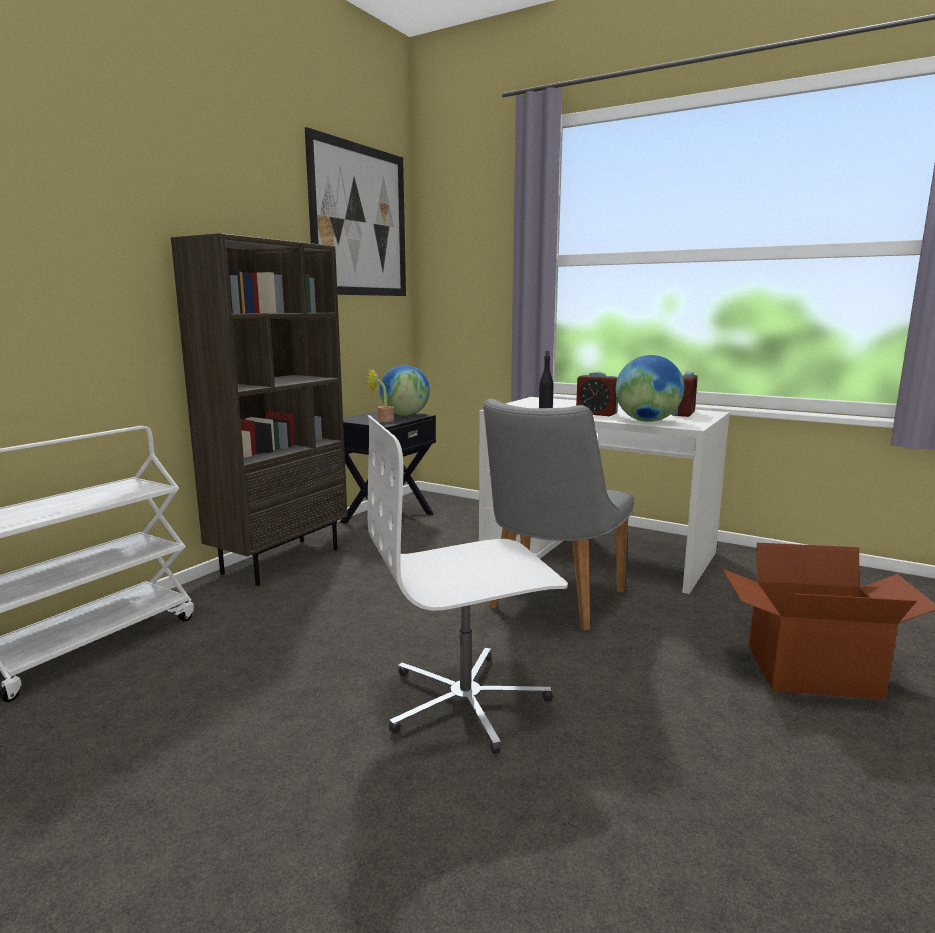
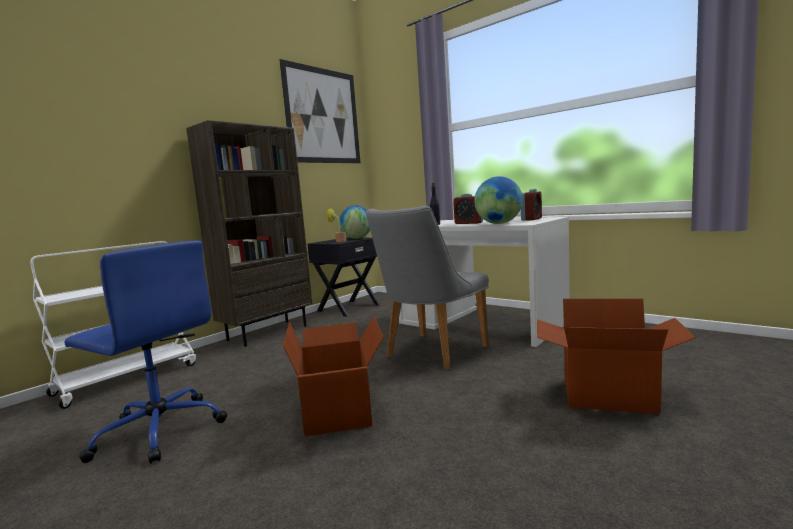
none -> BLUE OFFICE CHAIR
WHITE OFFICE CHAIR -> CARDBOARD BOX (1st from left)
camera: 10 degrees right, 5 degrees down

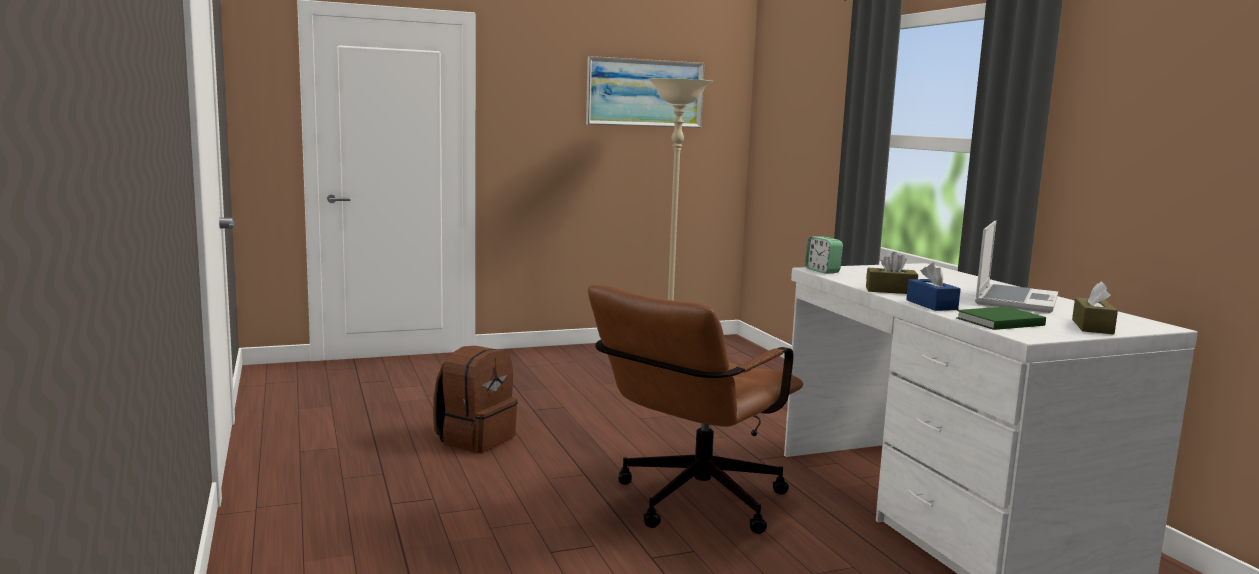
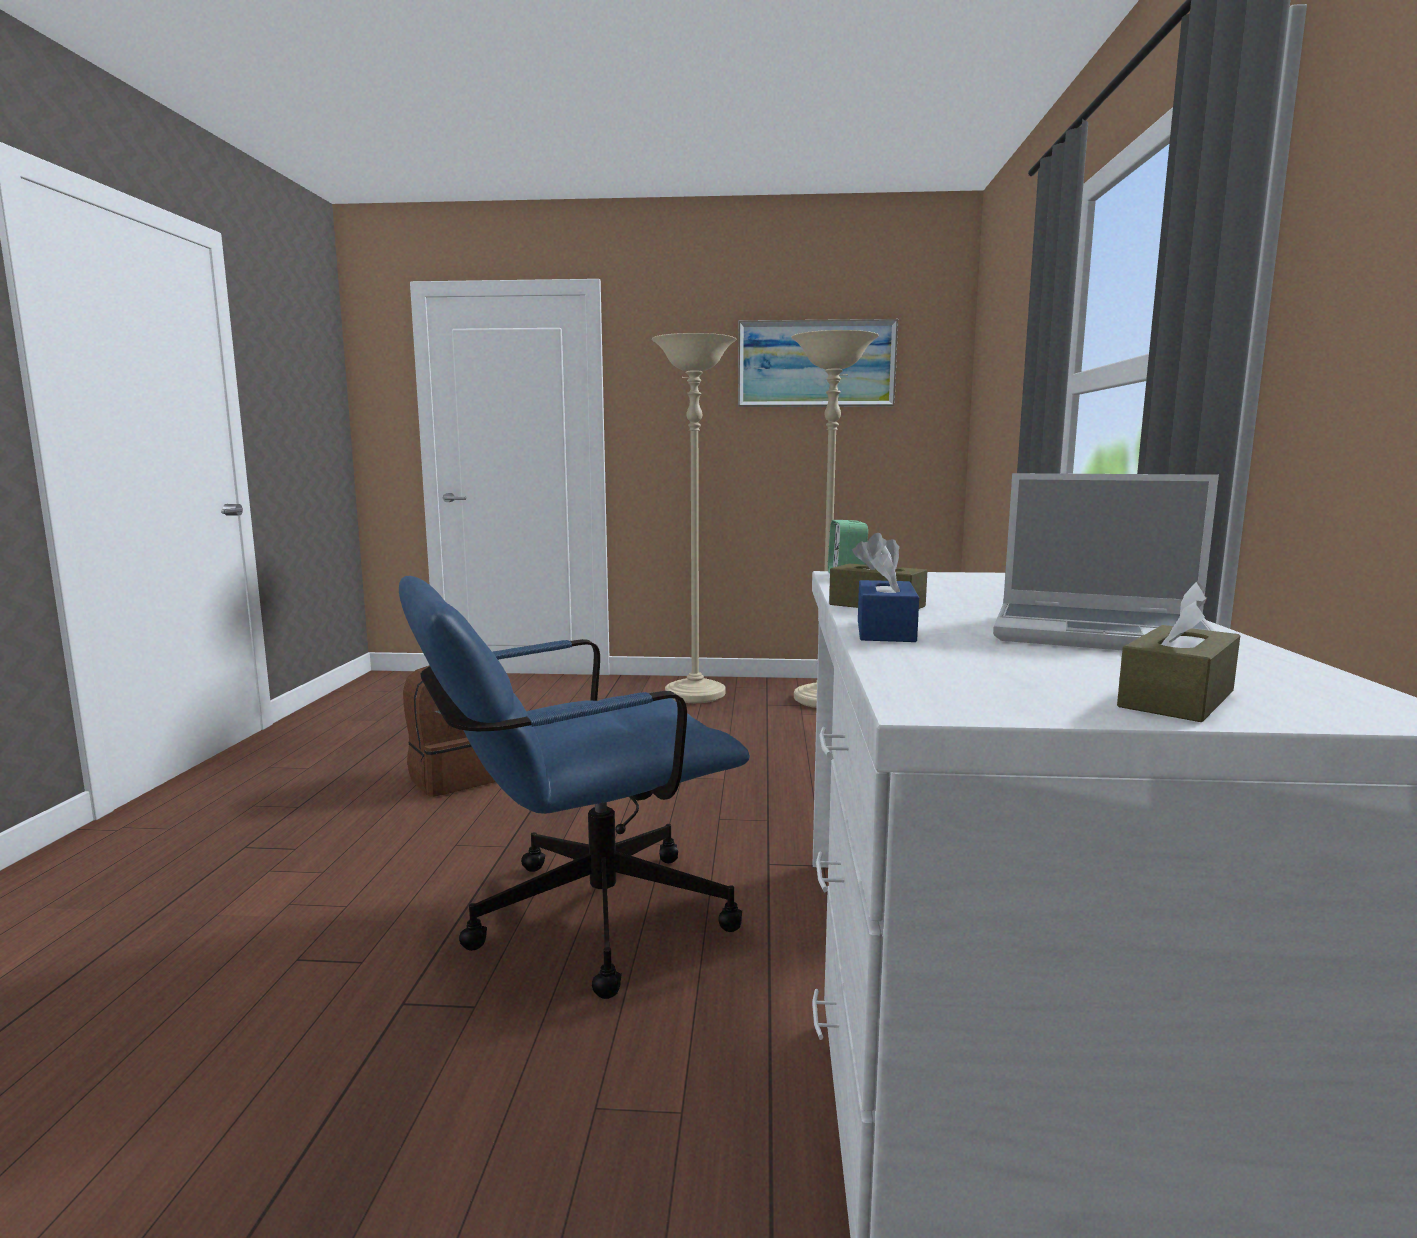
GREEN BOOK -> none
none -> BEIGE FLOOR LAMP (1st from left)
BROWN OFFICE CHAIR -> BLUE OFFICE CHAIR
LAPTOP, 60 degrees clockwise
camera: 25 degrees right, 0 degrees up

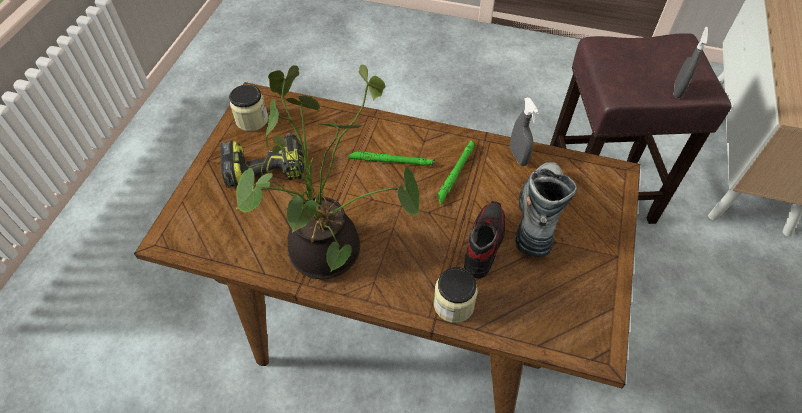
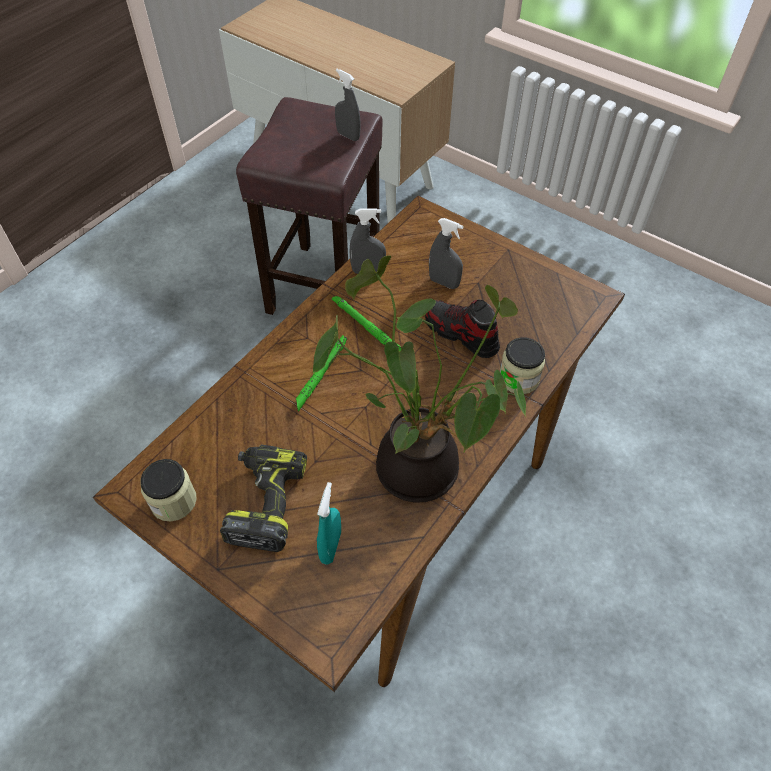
none -> TURQUOISE SPRAY BOTTLE
BOOT -> GREY SPRAY BOTTLE (3rd from left)
camera: 70 degrees left, 0 degrees up

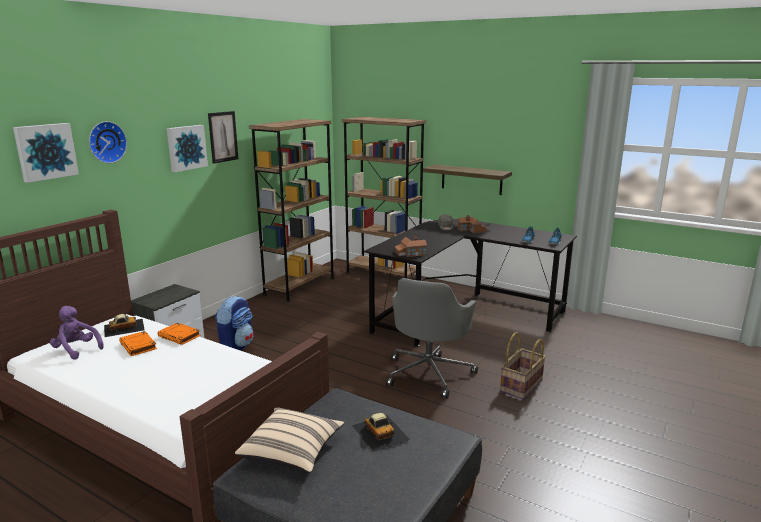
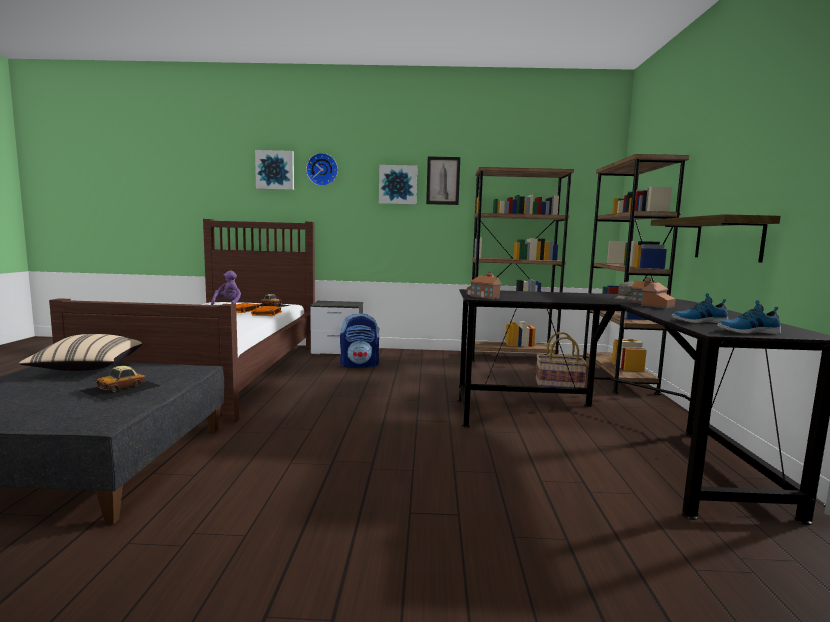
GREY OFFICE CHAIR -> none
BASKET, moved
camera: 60 degrees right, 10 degrees down

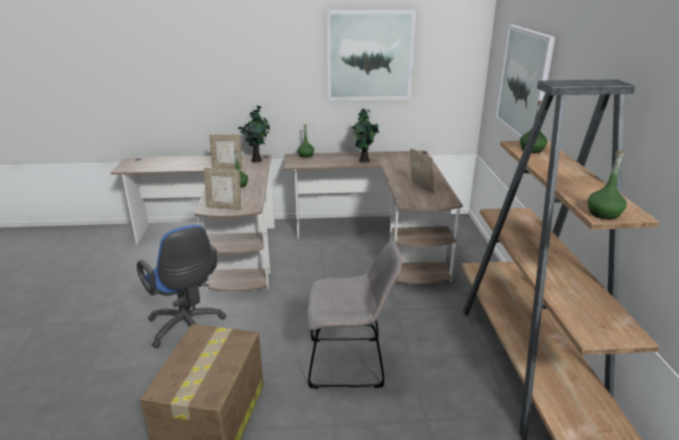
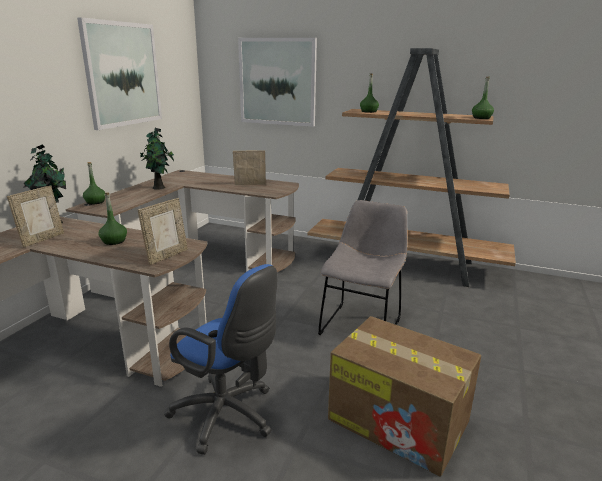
BLUE OFFICE CHAIR, 45 degrees clockwise
camera: 65 degrees left, 5 degrees down

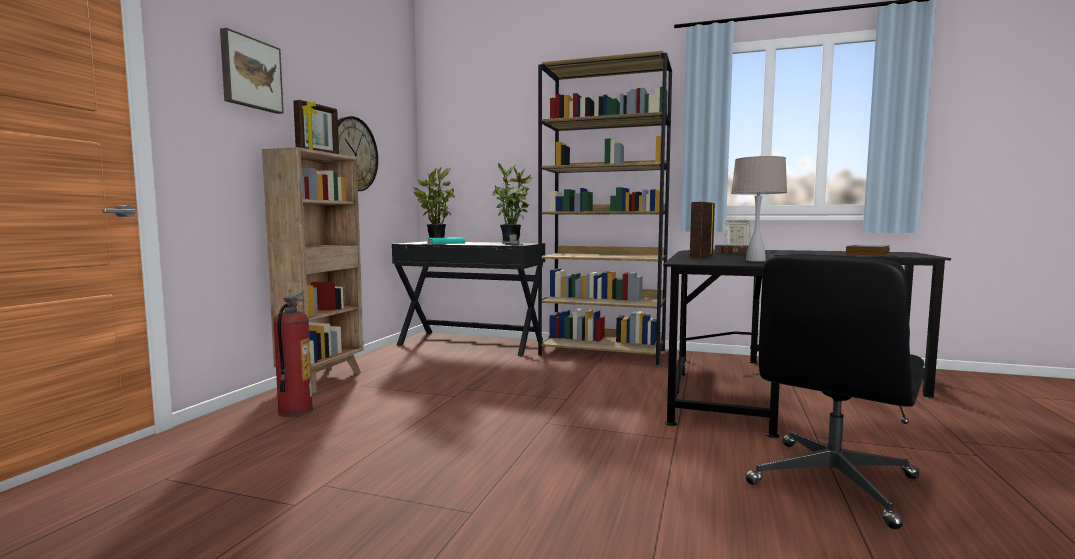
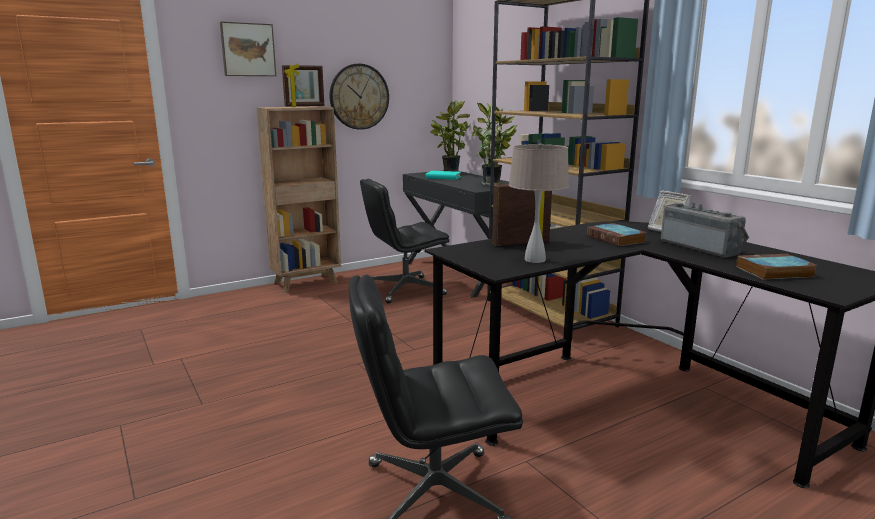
FIRE EXTINGUISHER -> none
none -> BLACK OFFICE CHAIR (1st from left)
none -> RADIO
camera: 40 degrees right, 10 degrees up

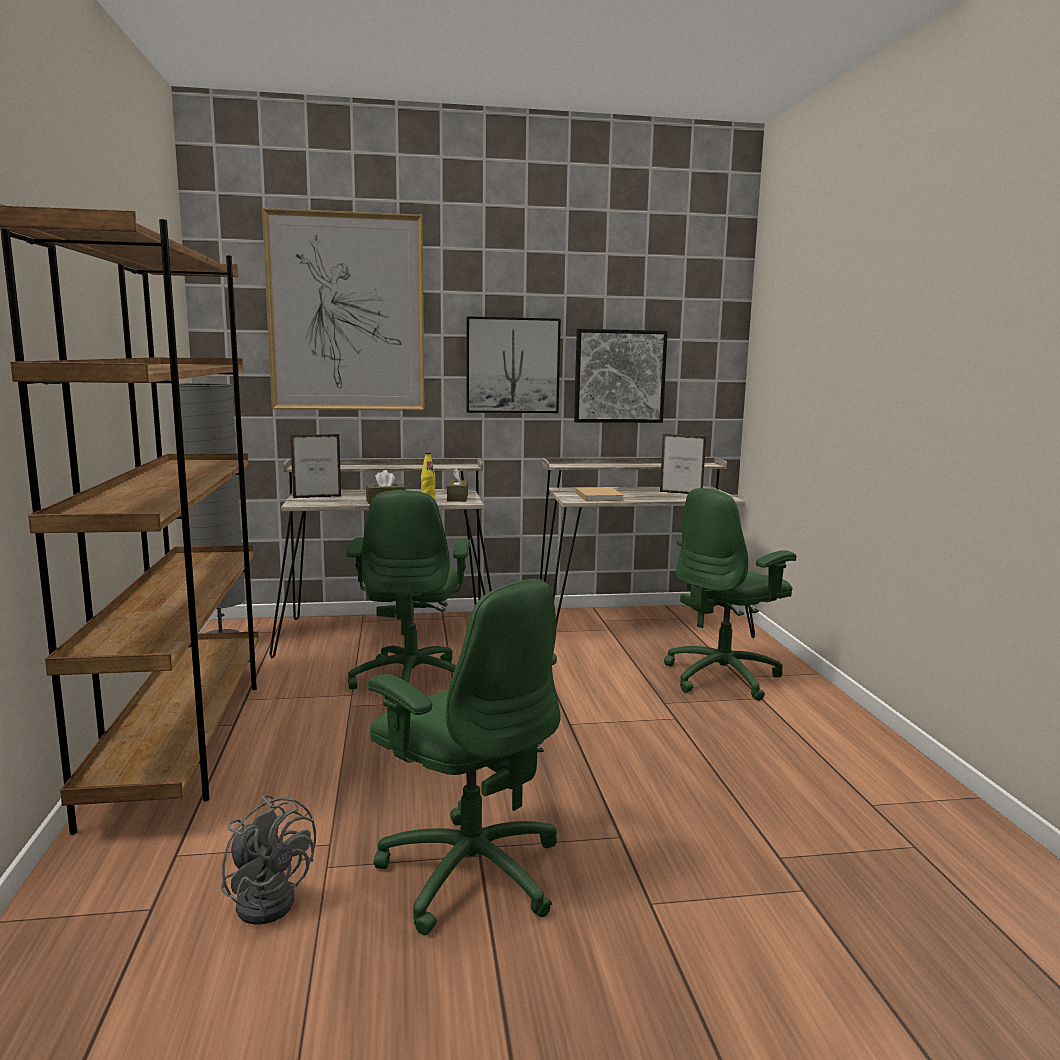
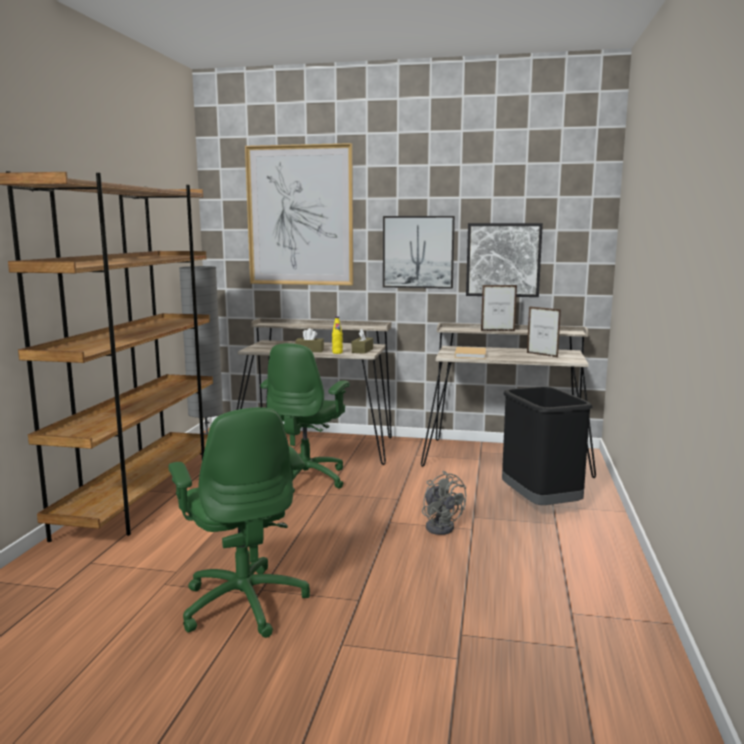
GREY FAN, moved
PICTURE FRAME (1st from left), moved
GREEN OFFICE CHAIR (3rd from left) -> BLACK TRASH CAN
camera: 20 degrees right, 0 degrees up

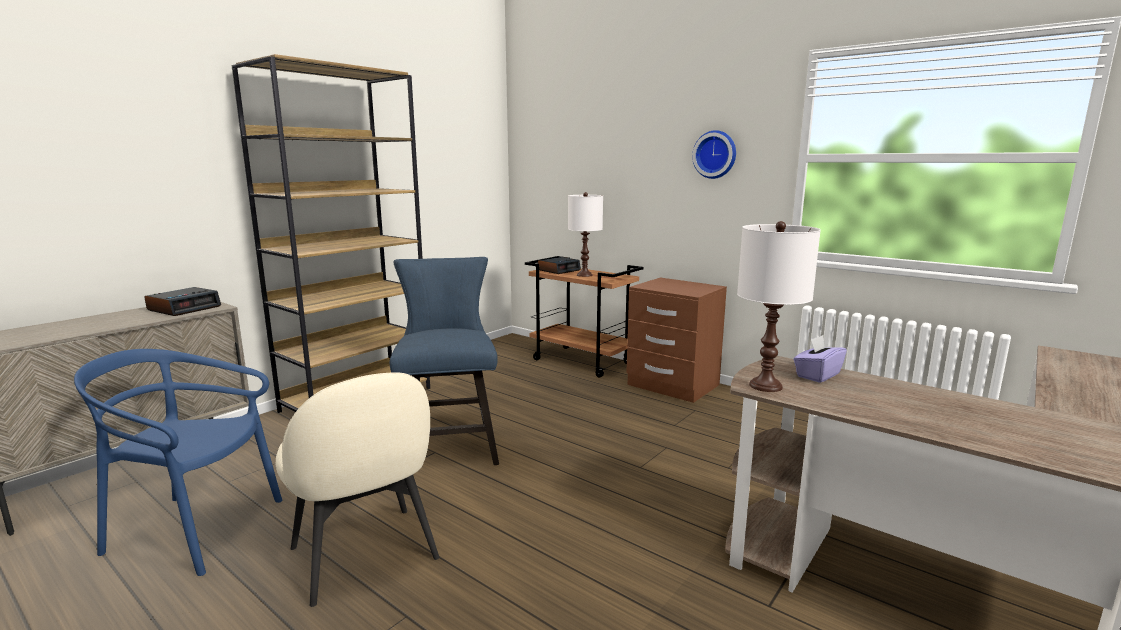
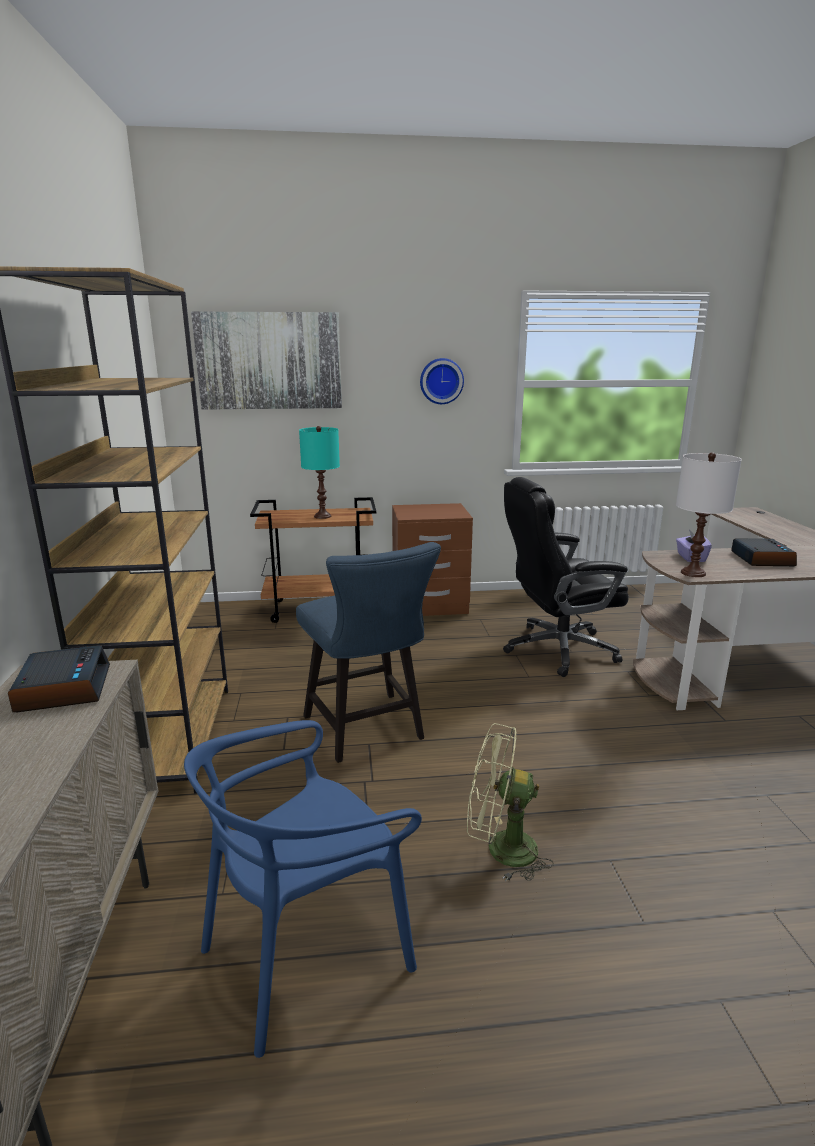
none -> PICTURE
none -> BLACK OFFICE CHAIR
ALARM CLOCK (2nd from left), moved
BEIGE CHAIR -> GREEN FAN
WHITE TABLE LAMP (1st from left) -> TURQUOISE TABLE LAMP
BLUE CHAIR (2nd from left), 150 degrees counterclockwise
camera: 45 degrees left, 5 degrees up

